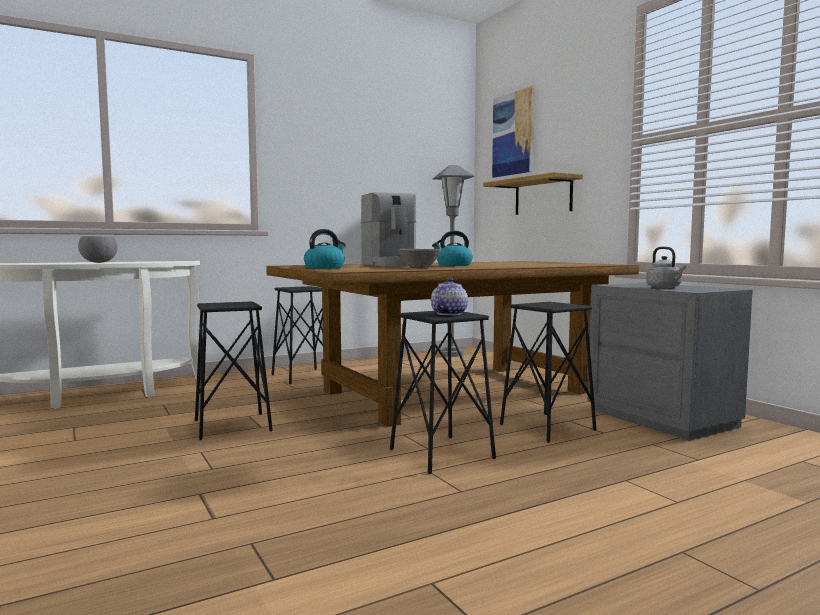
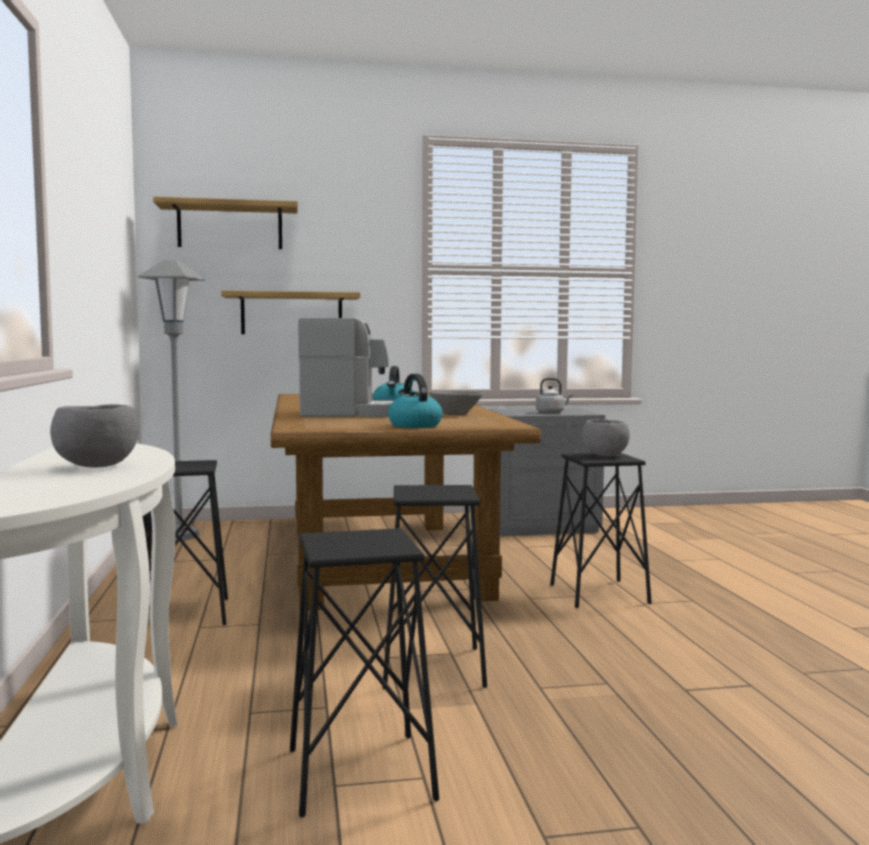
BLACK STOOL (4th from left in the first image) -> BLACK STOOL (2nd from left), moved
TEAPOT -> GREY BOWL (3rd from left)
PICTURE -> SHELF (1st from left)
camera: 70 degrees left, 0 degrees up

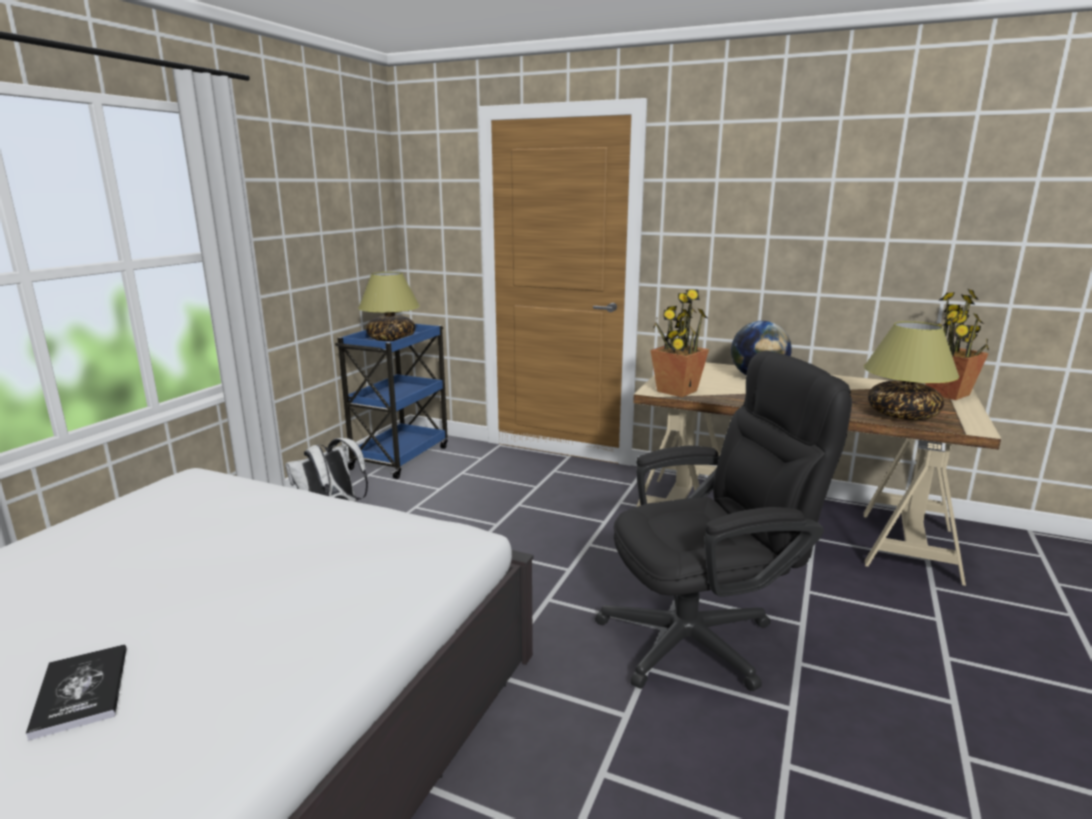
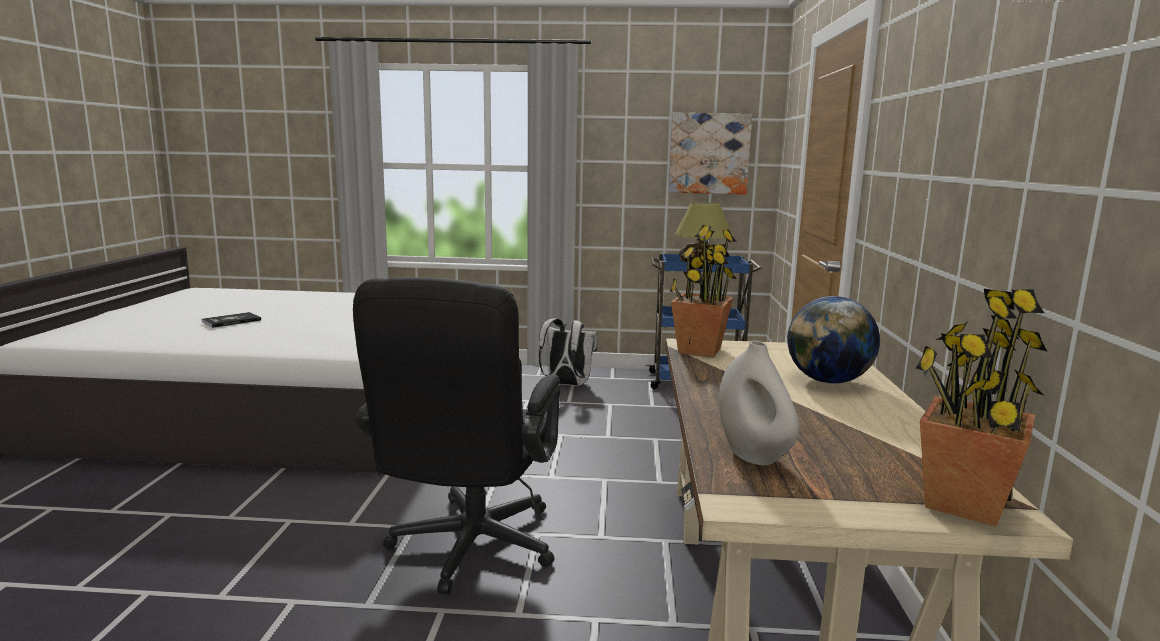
none -> PICTURE
TABLE LAMP (2nd from left) -> WHITE VASE
BLACK OFFICE CHAIR, 45 degrees clockwise
camera: 70 degrees right, 5 degrees down

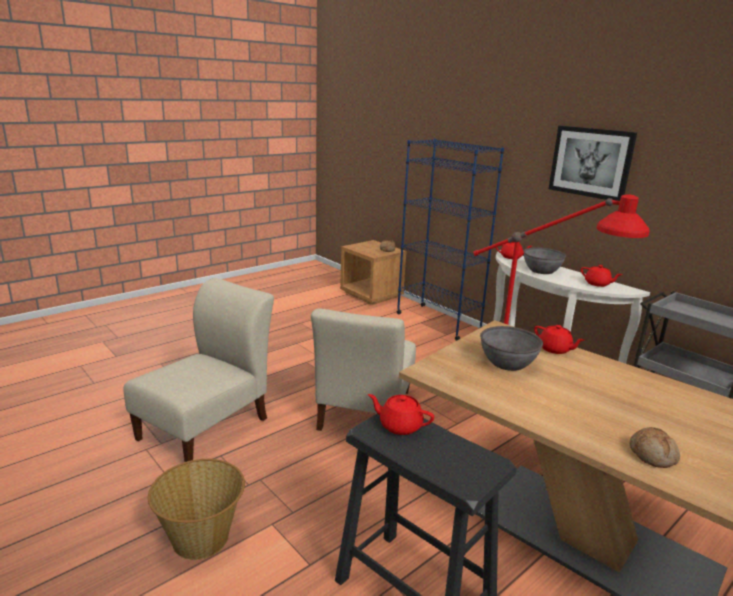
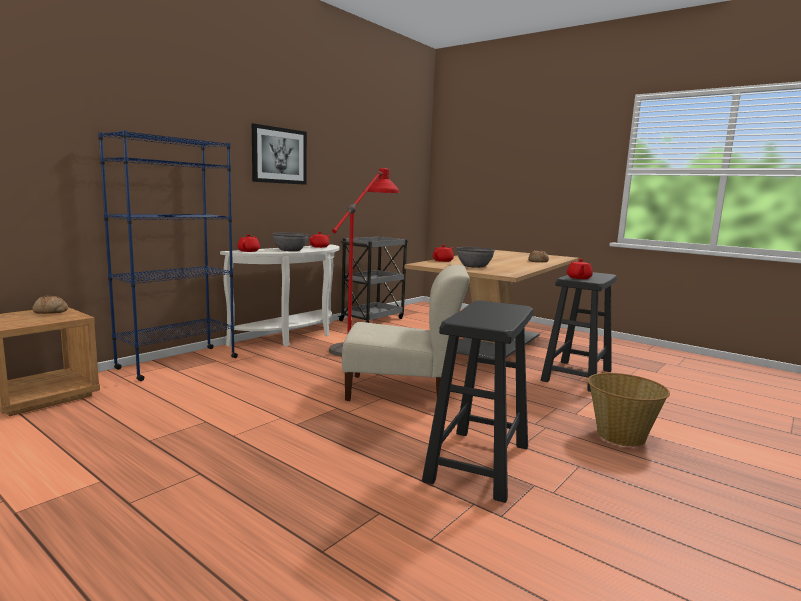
BEIGE CHAIR (1st from left) -> BLACK STOOL (1st from left)
camera: 100 degrees left, 10 degrees down

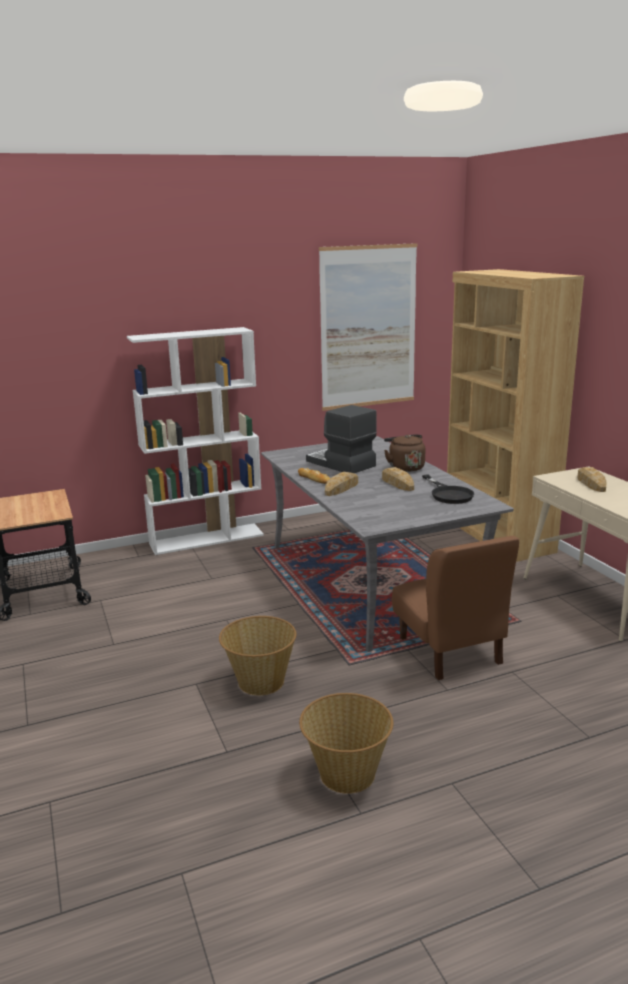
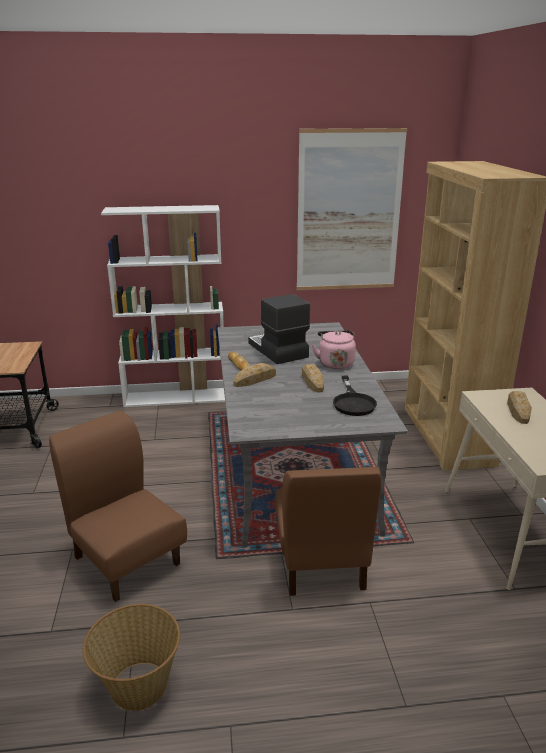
BASKET (1st from left) -> BROWN CHAIR (1st from left)
BROWN KETTLE -> PINK KETTLE
camera: 15 degrees right, 5 degrees up

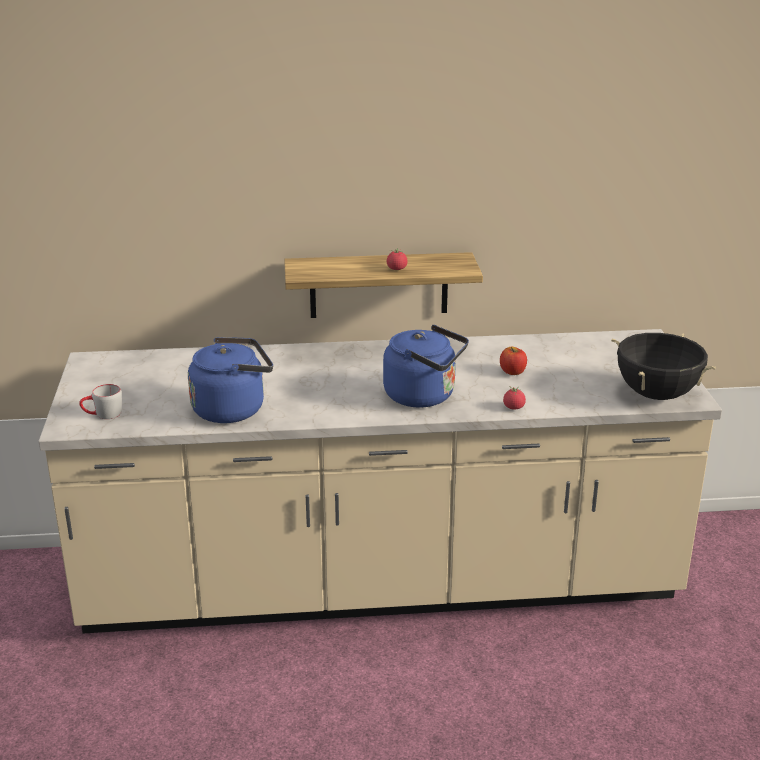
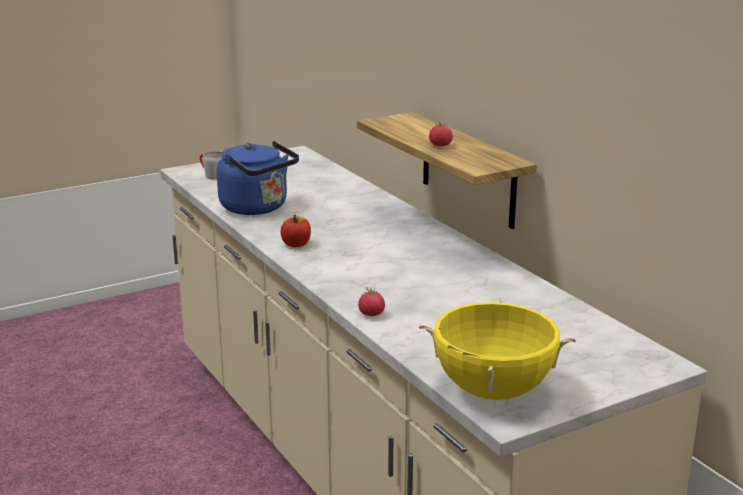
BLUE KETTLE (2nd from left) -> none
APPLE, moved
BLACK COOKING POT -> YELLOW COOKING POT
camera: 65 degrees right, 5 degrees down

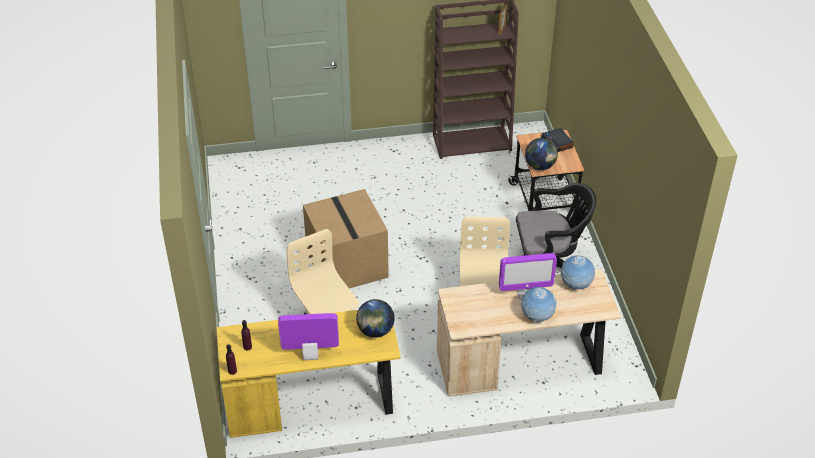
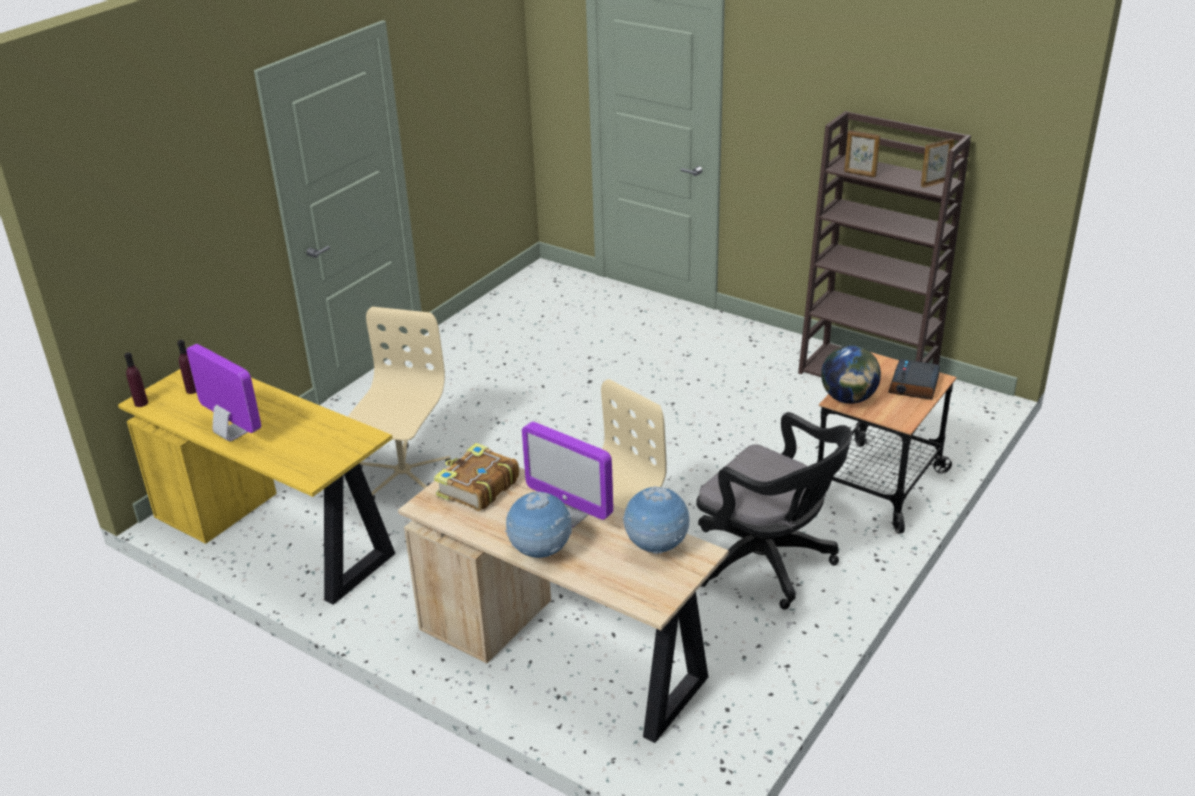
CARDBOARD BOX -> none
GLOBE (1st from left) -> none
none -> BOOK
none -> PICTURE FRAME (1st from left)
camera: 45 degrees right, 10 degrees down

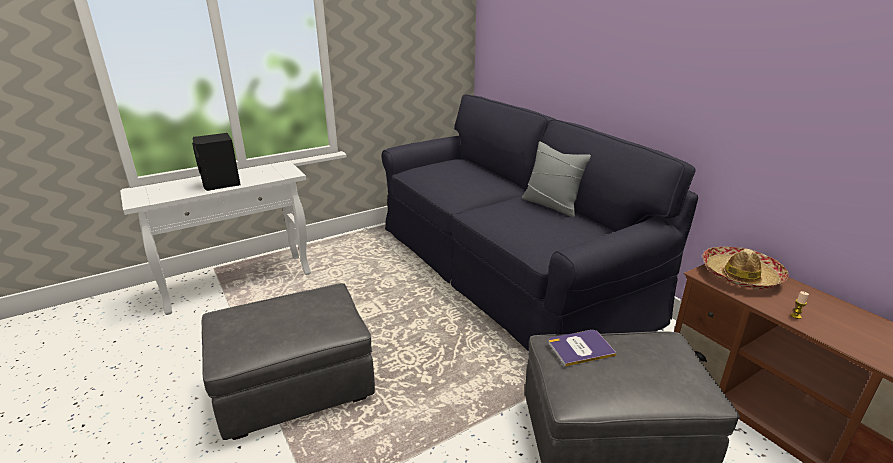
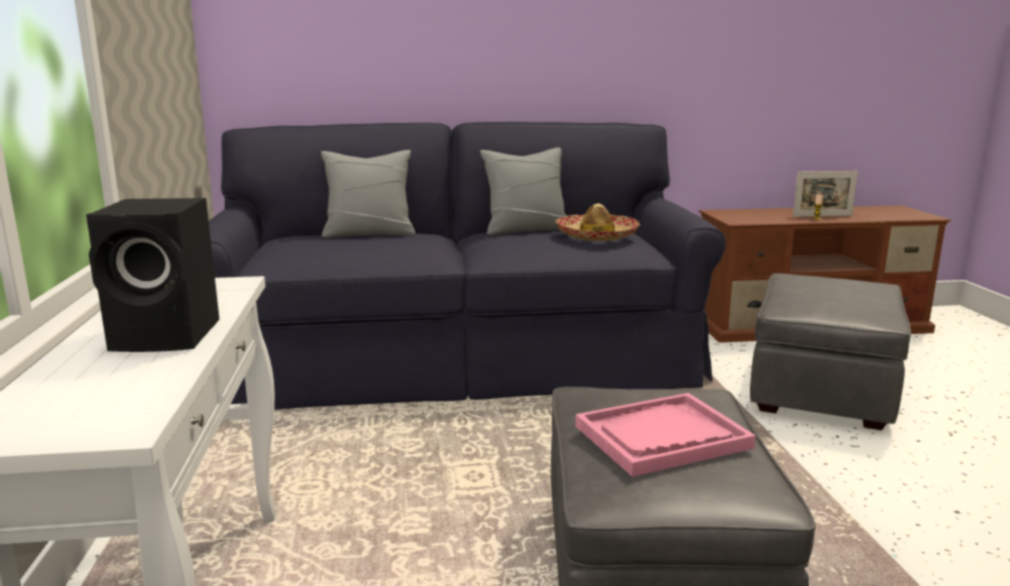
BOOK -> none
none -> GREY PILLOW (1st from left)
none -> PINK TRAY
none -> PICTURE FRAME
HAT, moved
camera: 65 degrees left, 10 degrees down

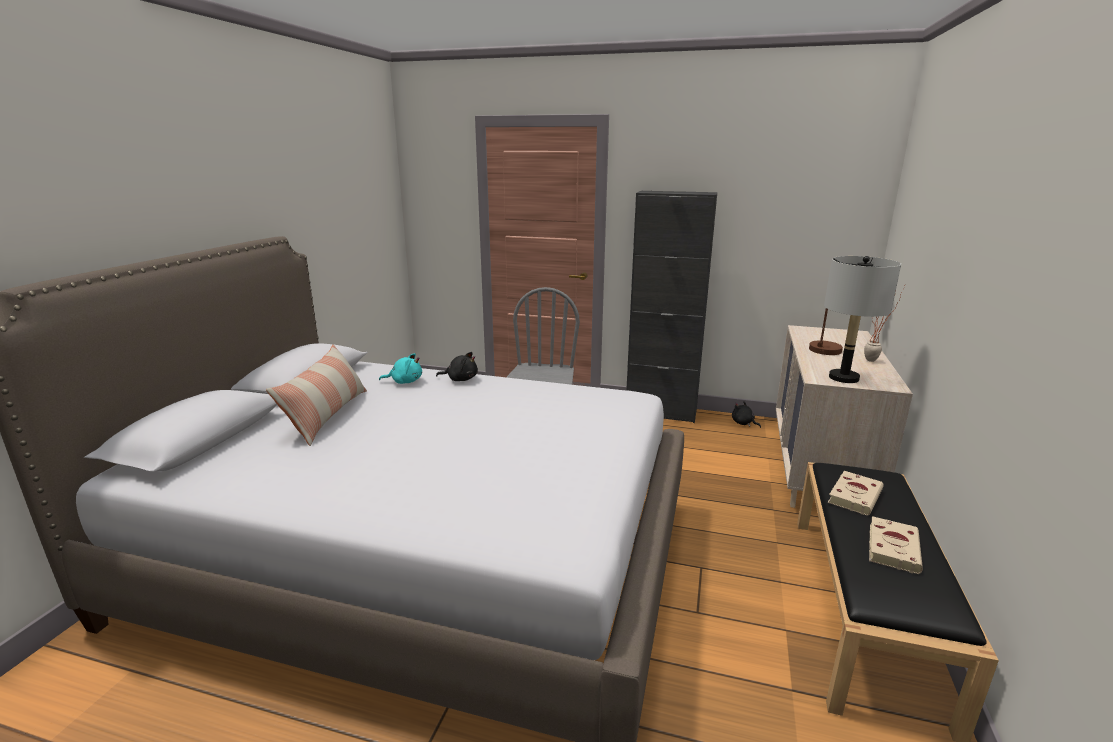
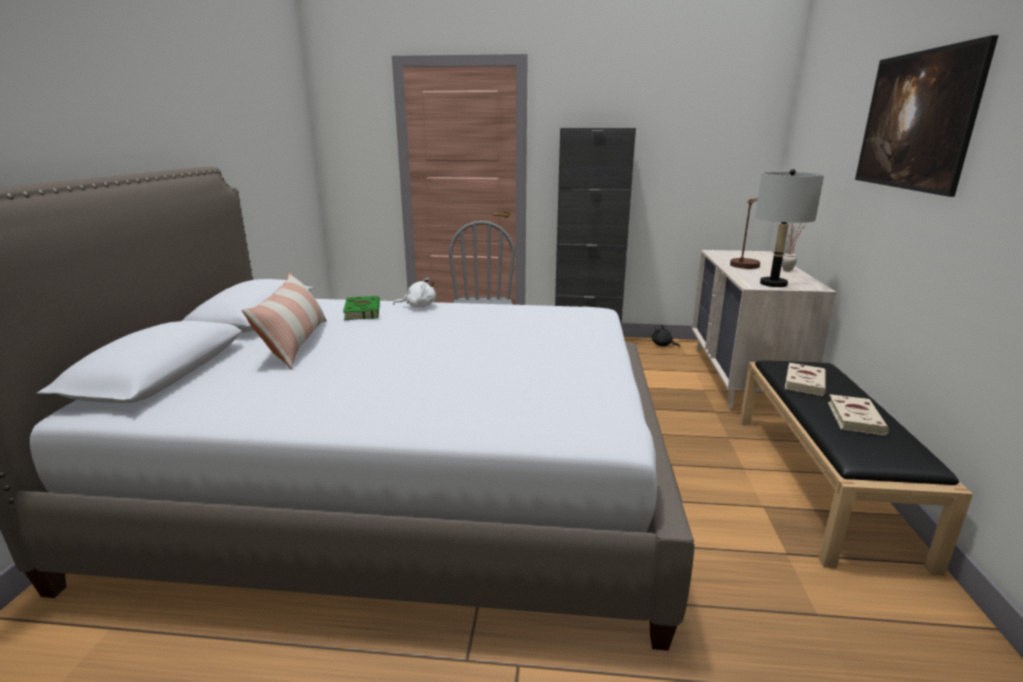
none -> PICTURE
TURQUOISE PLUSH TOY -> GREEN BOOK
BLACK PLUSH TOY (1st from left) -> WHITE PLUSH TOY
camera: 10 degrees left, 0 degrees up

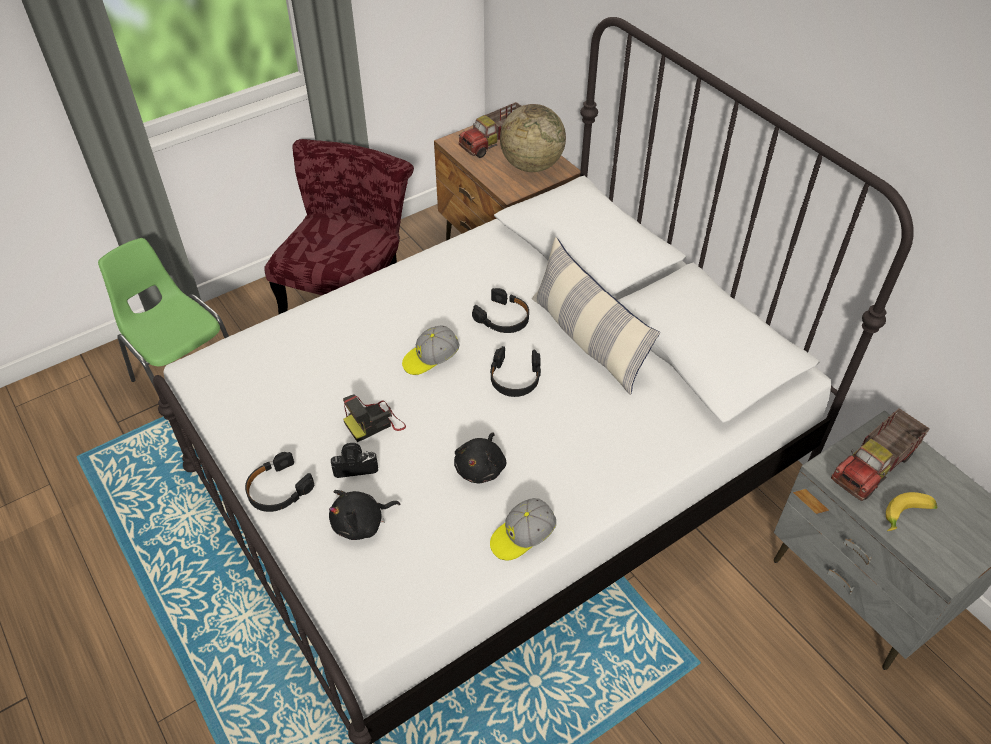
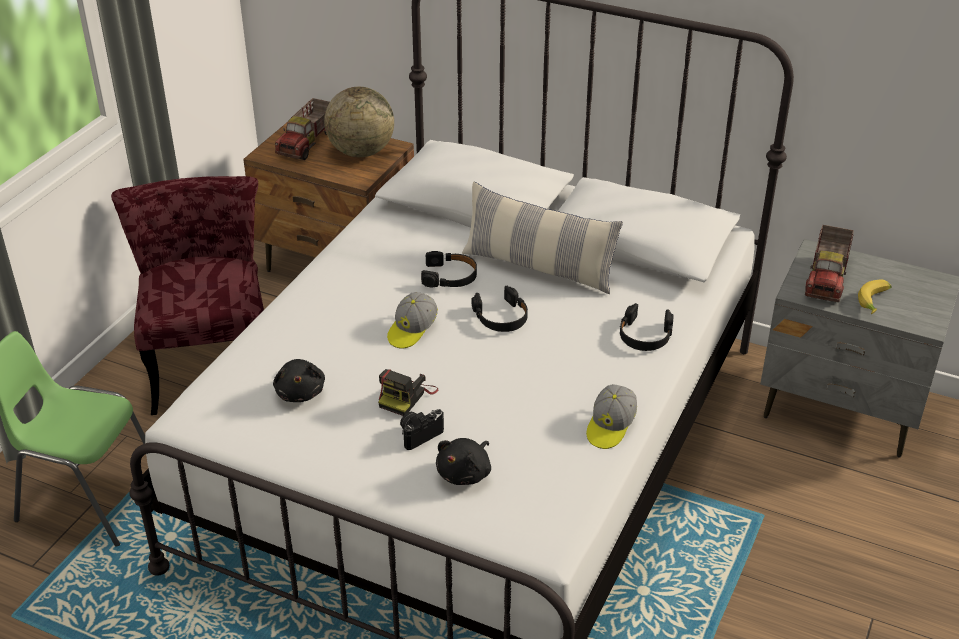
BLACK HEADPHONES (1st from left in the first image) -> BLACK HEADPHONES (3rd from left), moved
BLACK PLUSH TOY (2nd from left in the first image) -> BLACK PLUSH TOY (1st from left), moved
camera: 30 degrees left, 10 degrees down

